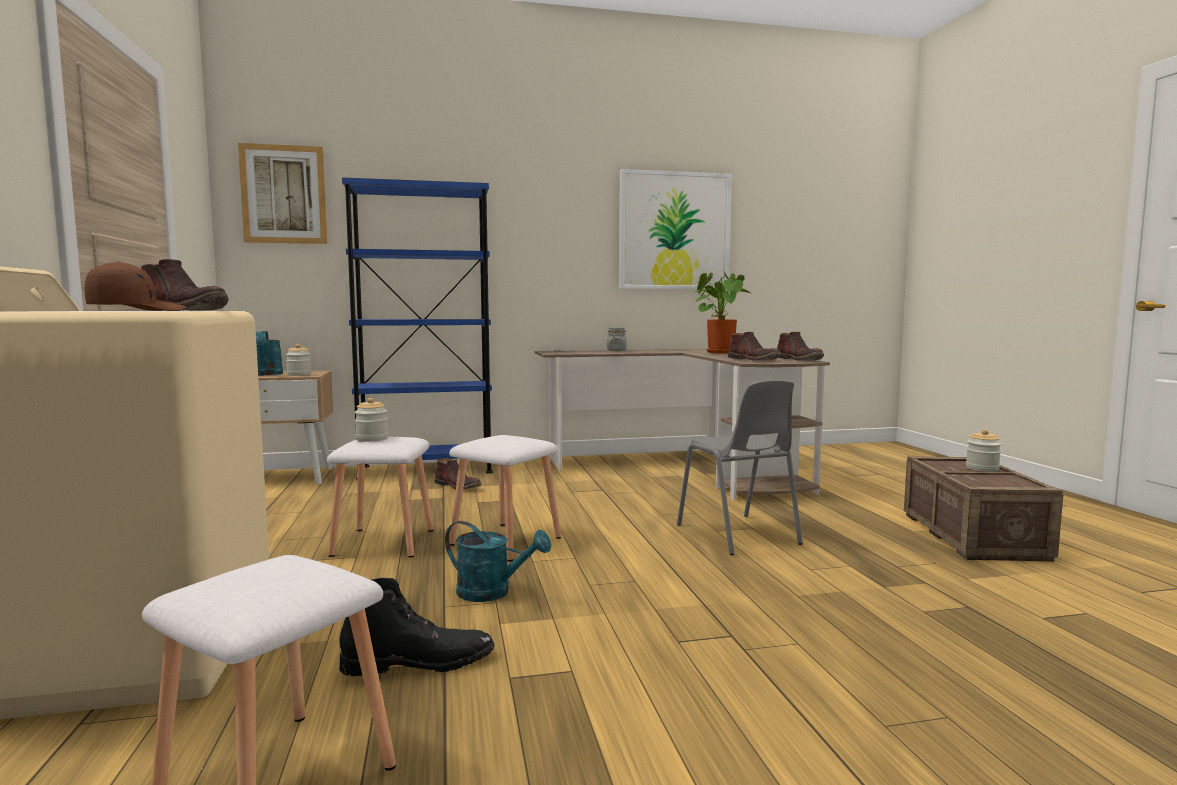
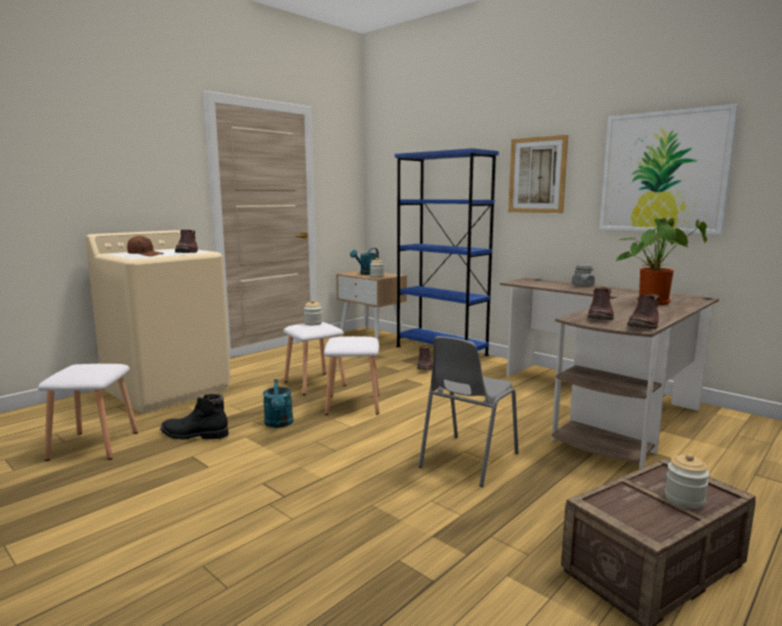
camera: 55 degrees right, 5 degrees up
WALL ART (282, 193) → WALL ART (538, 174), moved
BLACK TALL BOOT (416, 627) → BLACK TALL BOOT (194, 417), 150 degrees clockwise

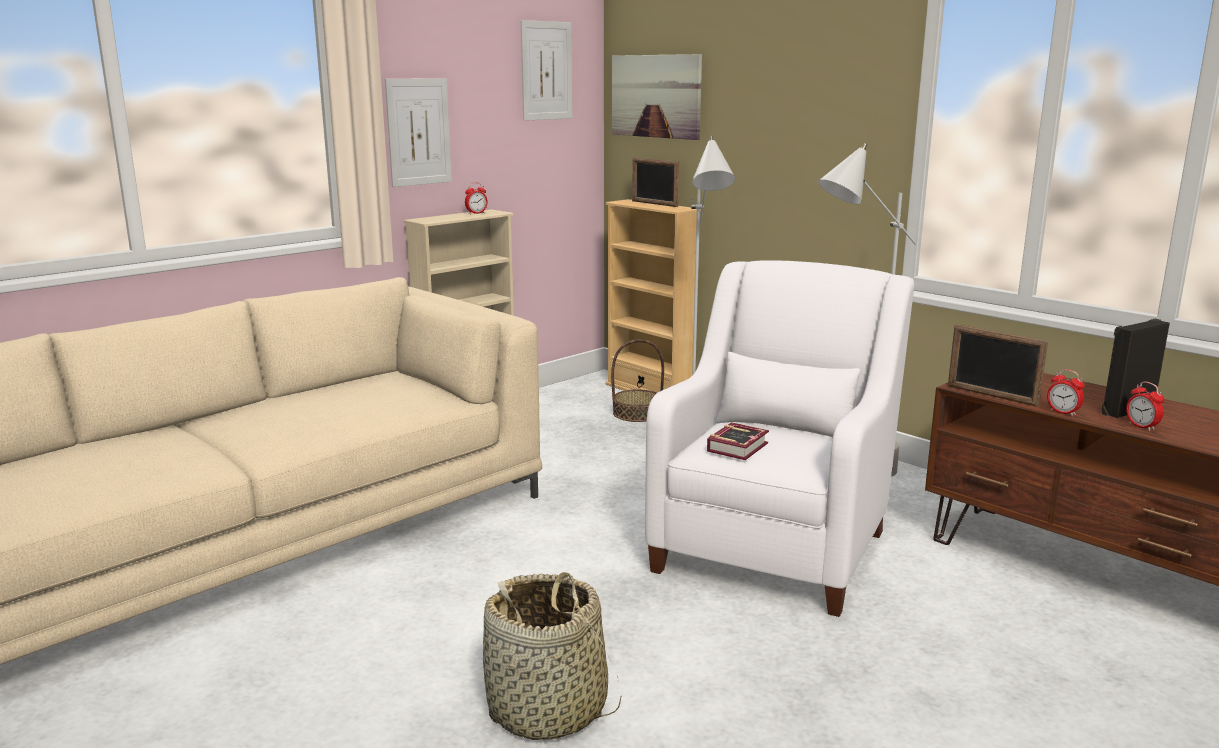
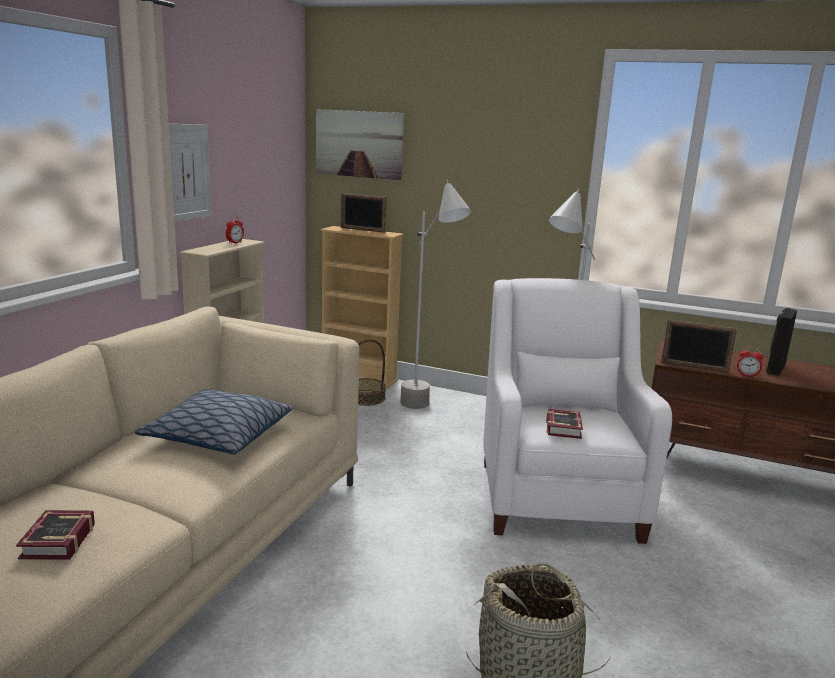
camera: 25 degrees left, 0 degrees up
WALL ART (546, 70) → -
BEDSIDE CLOCK (1145, 406) → -
- → PILLOW (214, 422)
- → VOLUME (55, 535)

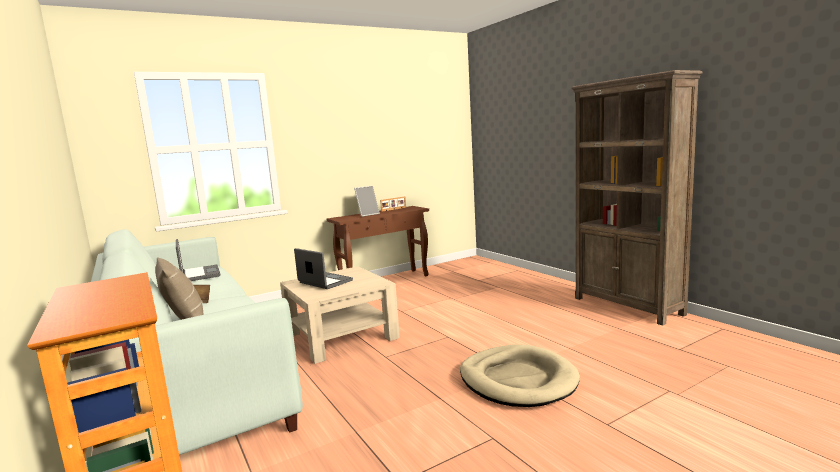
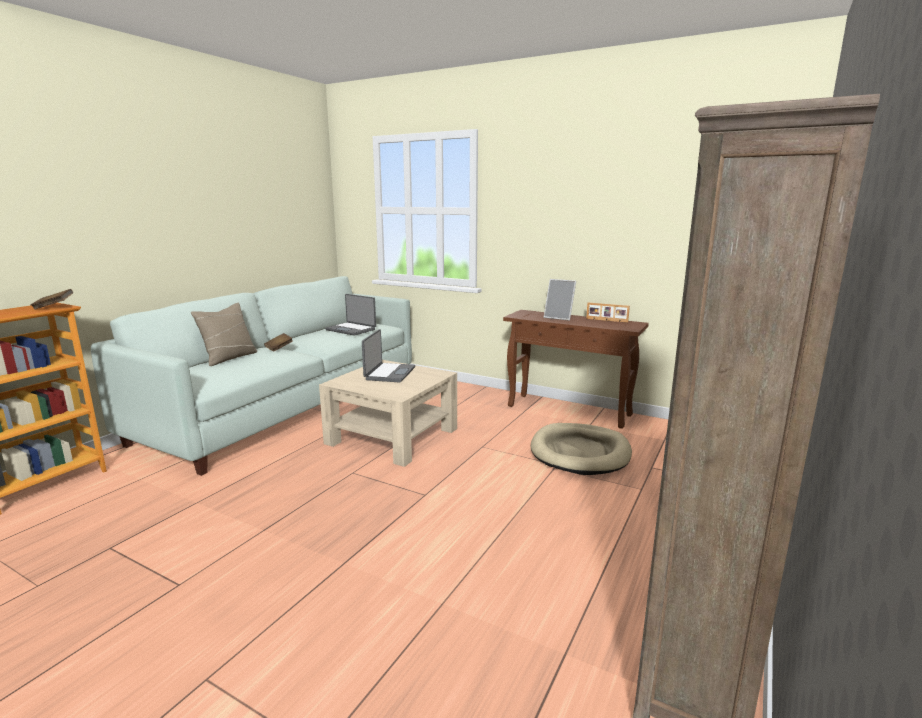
camera: 60 degrees right, 5 degrees up
NOTEBOOK COMPUTER (198, 260) → NOTEBOOK COMPUTER (350, 315), 90 degrees clockwise
SAND-COLOURED DOG CUSHION (520, 375) → SAND-COLOURED DOG CUSHION (581, 449), moved
- → BROWN VOLUME (52, 299)

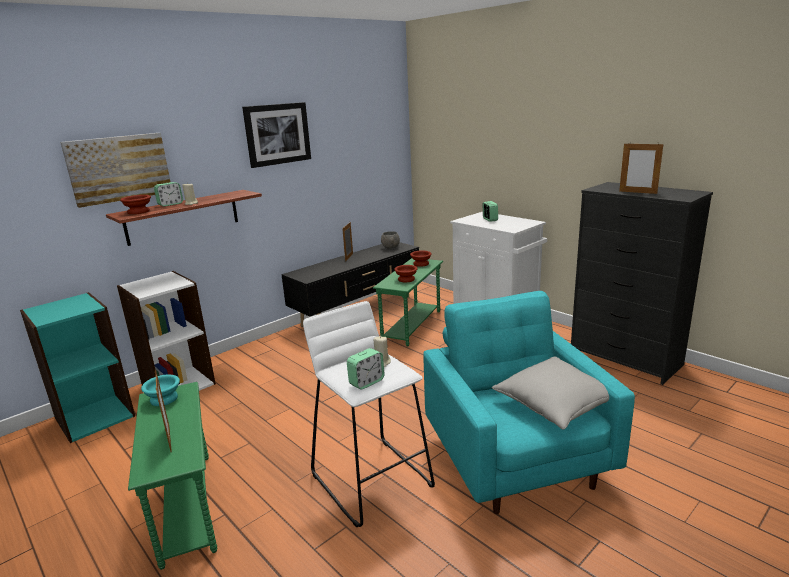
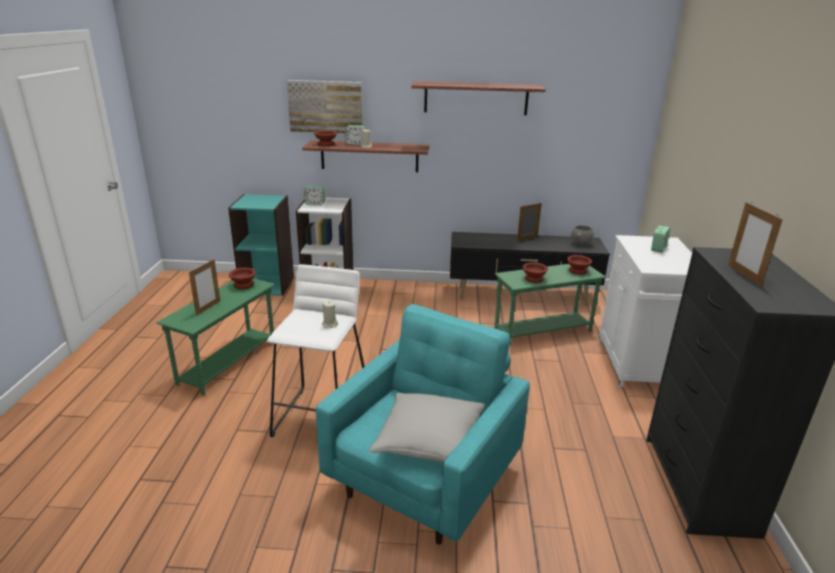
camera: 45 degrees right, 5 degrees up
WALL ART (276, 135) → WALL SHELF (478, 98)
BEDSIDE CLOCK (366, 369) → BEDSIDE CLOCK (314, 196), moved
TURQUOISE DEEP DISH (160, 390) → BROWN DEEP DISH (242, 278)

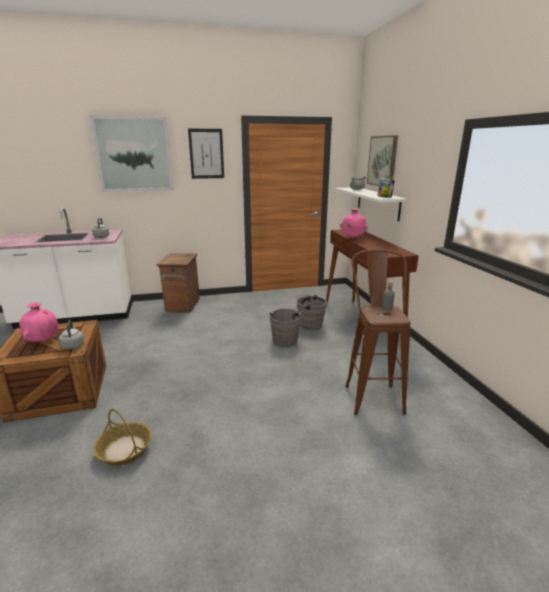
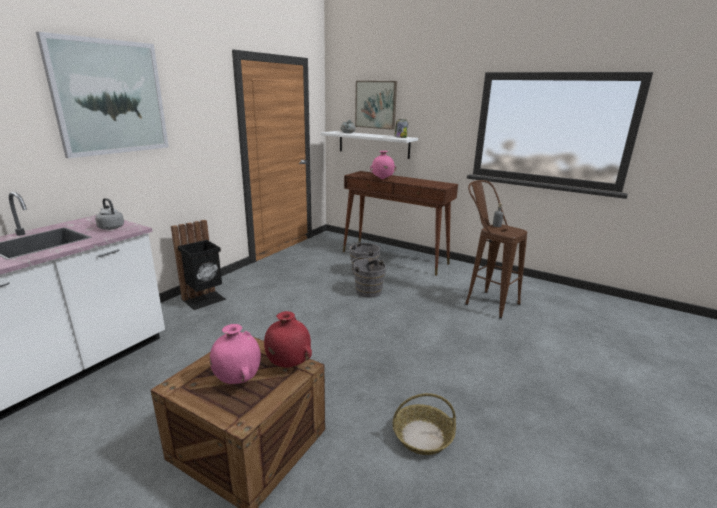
camera: 45 degrees left, 0 degrees up
WALL ART (206, 154) → -
CRATE (178, 283) → BLACK TRASH CAN (198, 265)
GREYISH TEA KETTLE (71, 335) → RED-COLOURED FLOWER VASE (288, 339)

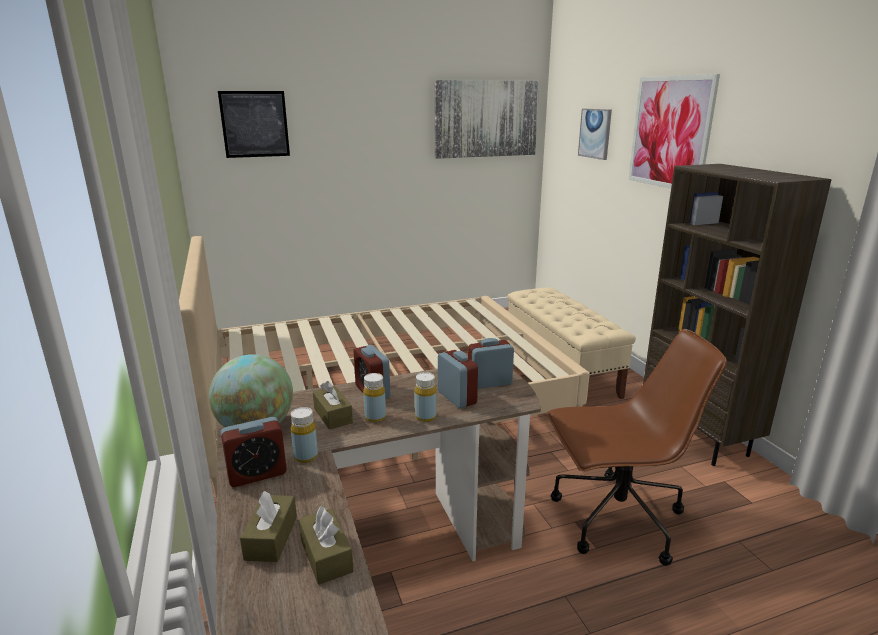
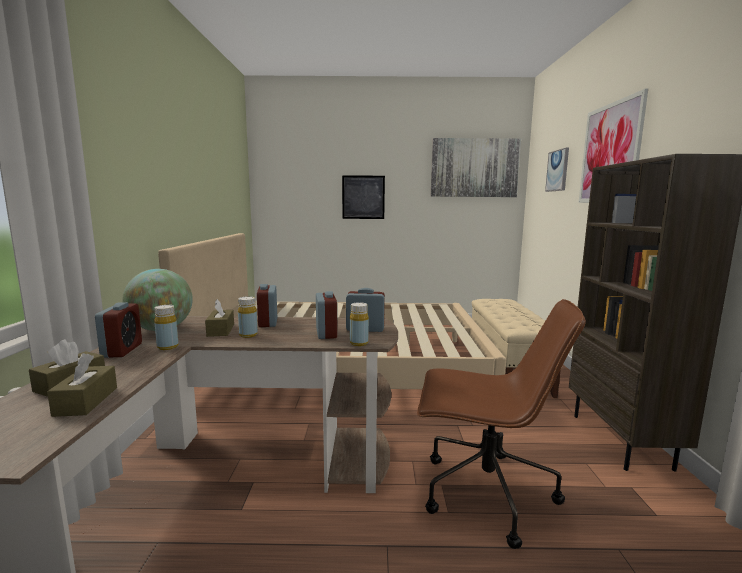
camera: 20 degrees right, 10 degrees down
WALL ART (254, 124) → WALL ART (363, 197), moved
YELLOWISH BEVERAGE BOTTLE (425, 397) → YELLOWISH BEVERAGE BOTTLE (359, 324), moved
BEDSIDE CLOCK (253, 452) → BEDSIDE CLOCK (118, 330), 90 degrees counterclockwise

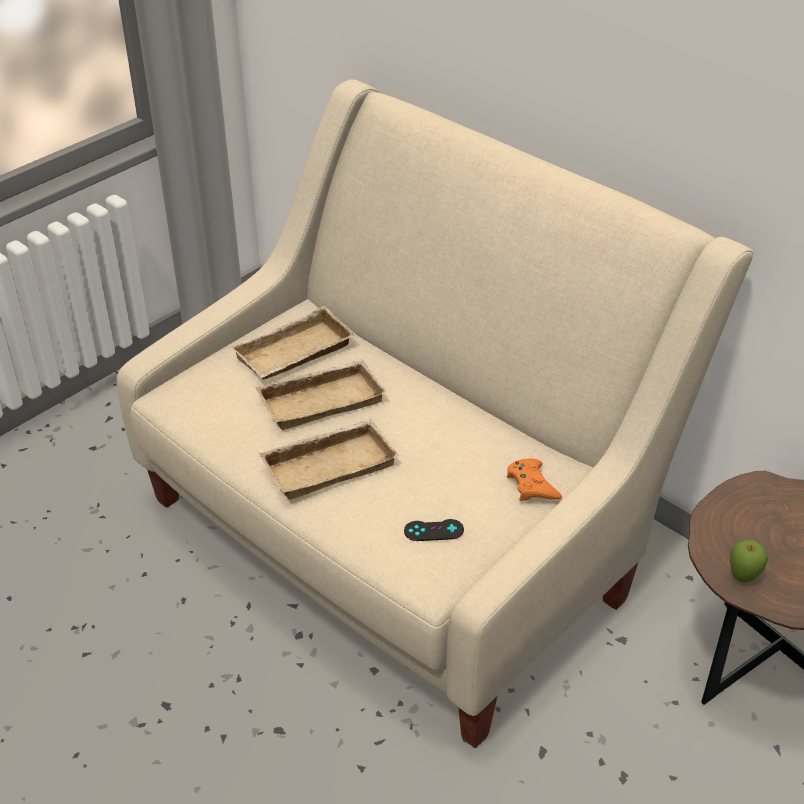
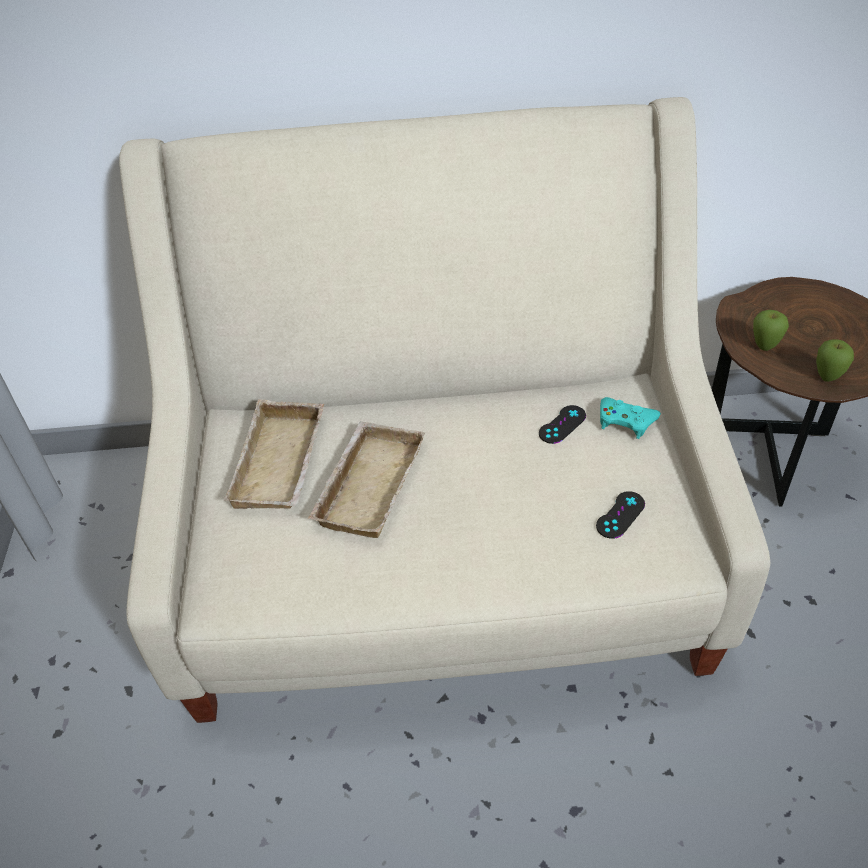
camera: 45 degrees left, 5 degrees up
SAND-COLOURED SERVING TRAY (329, 459) → -
ORANGEY GAMEPAD (534, 480) → TURQUOISE GAMEPAD (630, 418)
- → APPLE (771, 330)
- → BLACK GAMEPAD (562, 424)

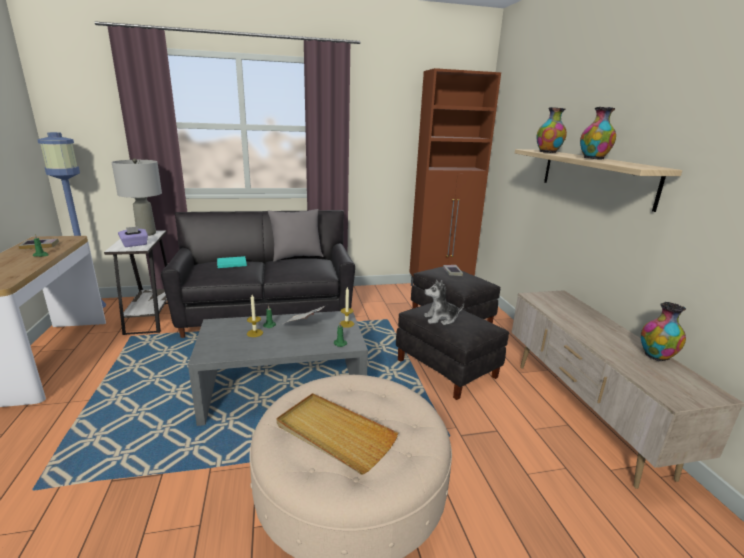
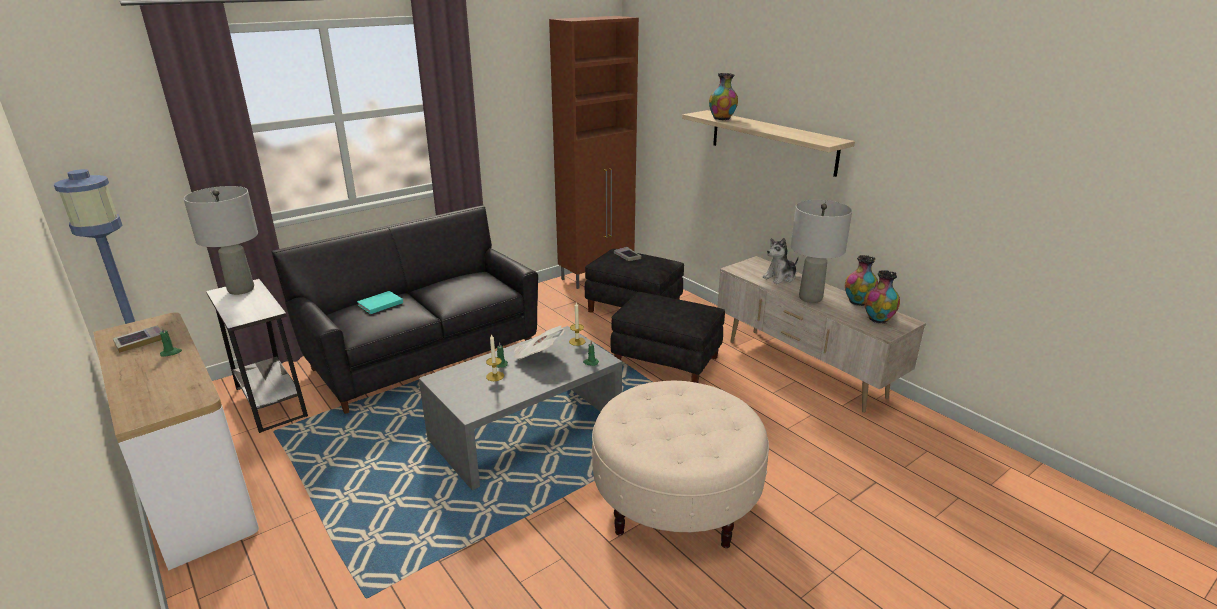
camera: 25 degrees left, 5 degrees up
FLOWER VASE (598, 133) → FLOWER VASE (882, 297), moved
GREYISH PILLOW (295, 235) → -
PURPLISH TISSUE BOX (133, 237) → -
SOFT TOY (444, 302) → SOFT TOY (781, 261), moved
SAND-COLOURED SERVING TRAY (337, 434) → -
- → GREYISH LAMP FOR A TABLE (821, 251)

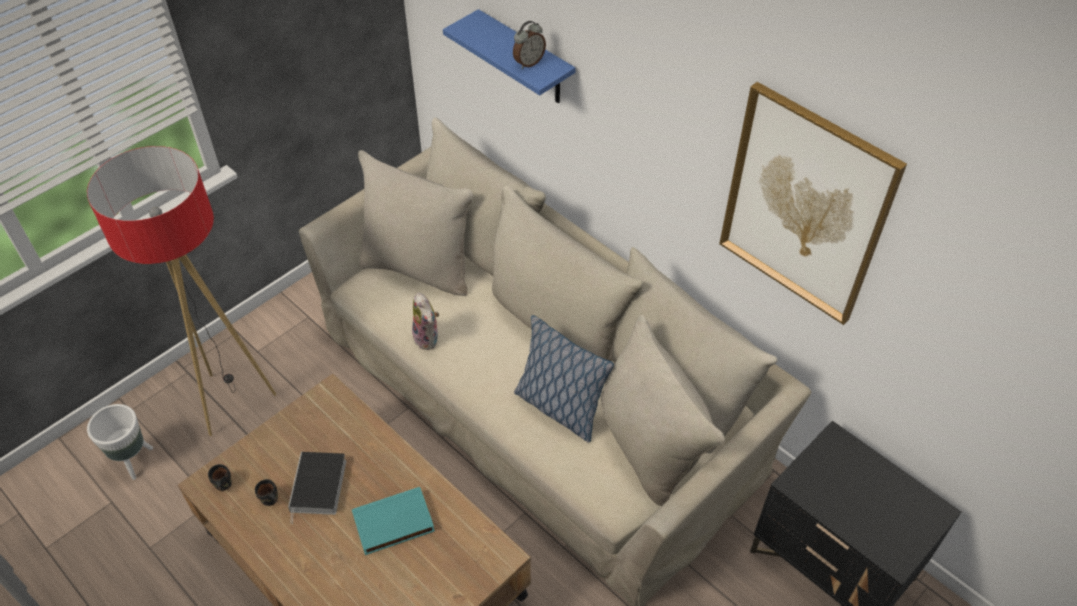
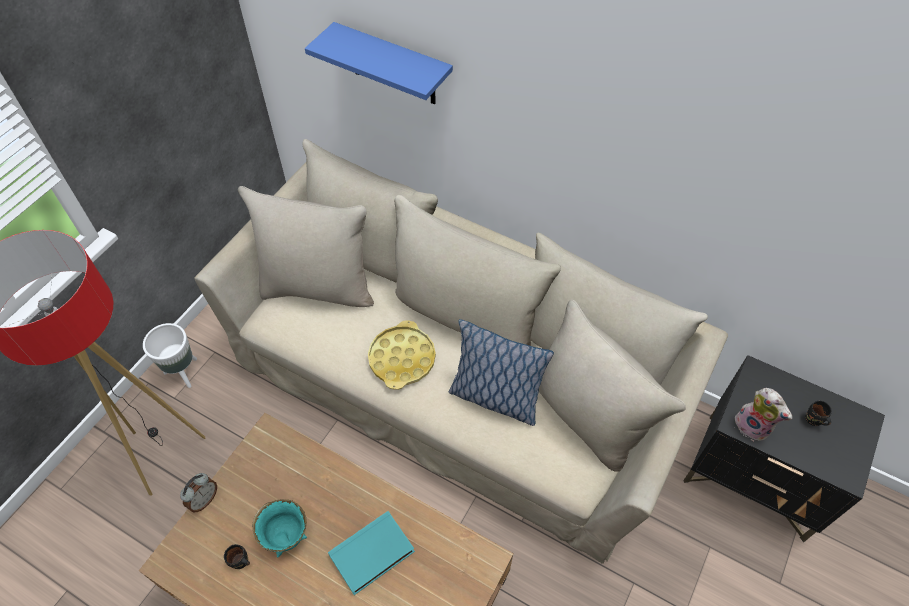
camera: 15 degrees left, 5 degrees up
BEDSIDE CLOCK (529, 45) → BEDSIDE CLOCK (198, 492), moved
WALL ART (813, 203) → -
SOFT TOY (425, 321) → SOFT TOY (761, 414), moved
WHITISH PLANT POT (120, 442) → WHITISH PLANT POT (170, 355), moved
VOLUME (317, 488) → TURQUOISE DEEP DISH (279, 528)
BLACK MUG (220, 477) → BLACK MUG (818, 413), moved
- → YELLOWISH SERVING TRAY (402, 355)

